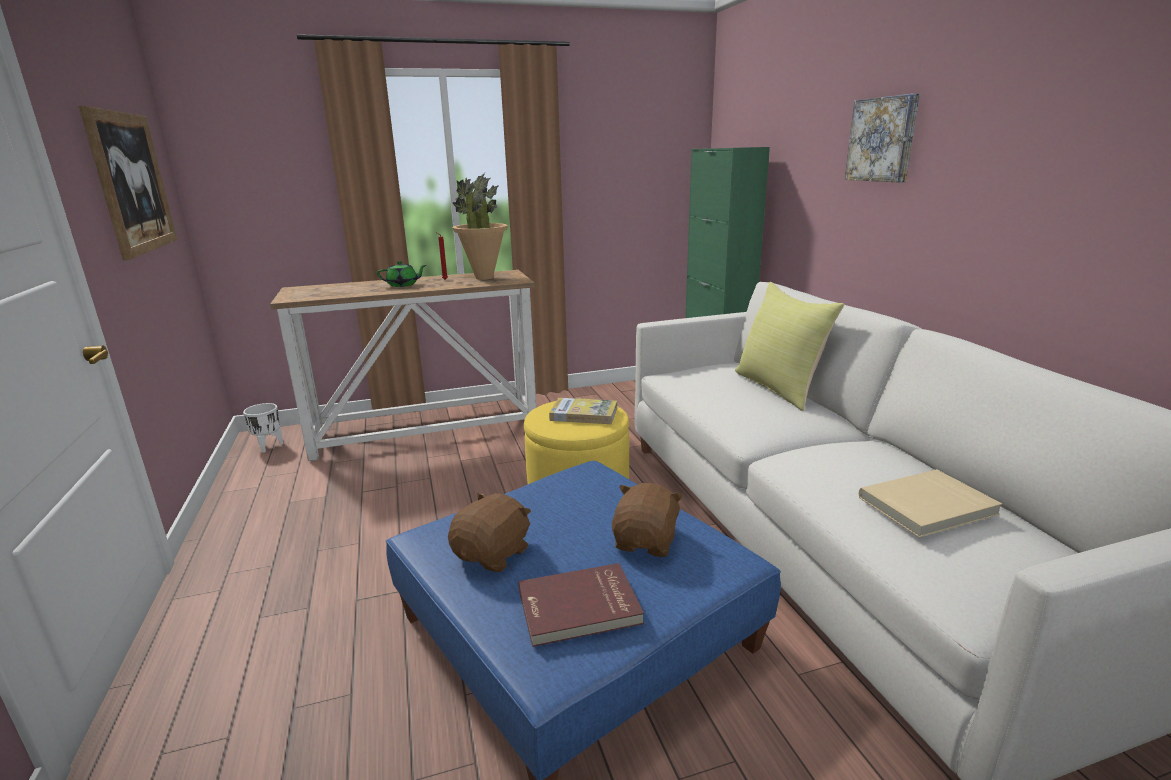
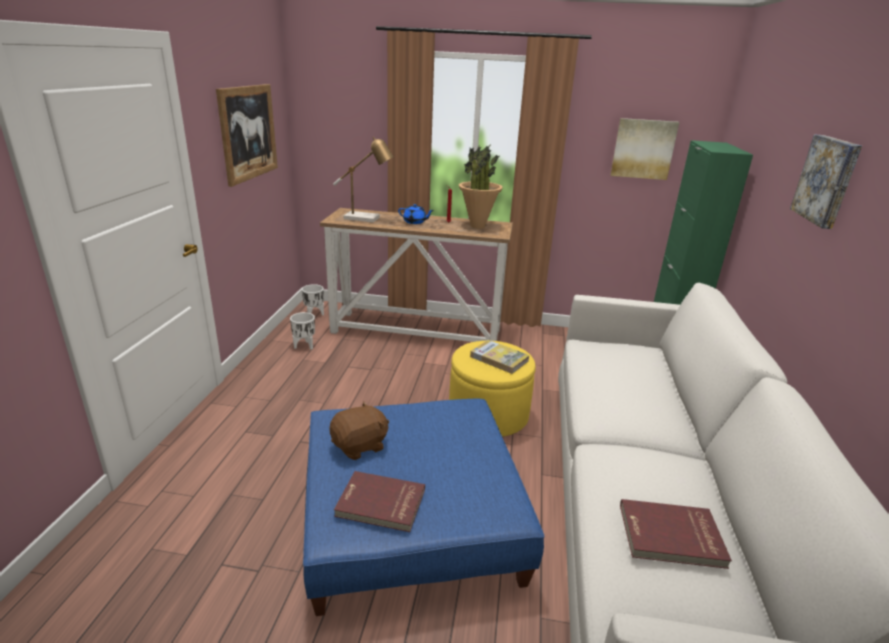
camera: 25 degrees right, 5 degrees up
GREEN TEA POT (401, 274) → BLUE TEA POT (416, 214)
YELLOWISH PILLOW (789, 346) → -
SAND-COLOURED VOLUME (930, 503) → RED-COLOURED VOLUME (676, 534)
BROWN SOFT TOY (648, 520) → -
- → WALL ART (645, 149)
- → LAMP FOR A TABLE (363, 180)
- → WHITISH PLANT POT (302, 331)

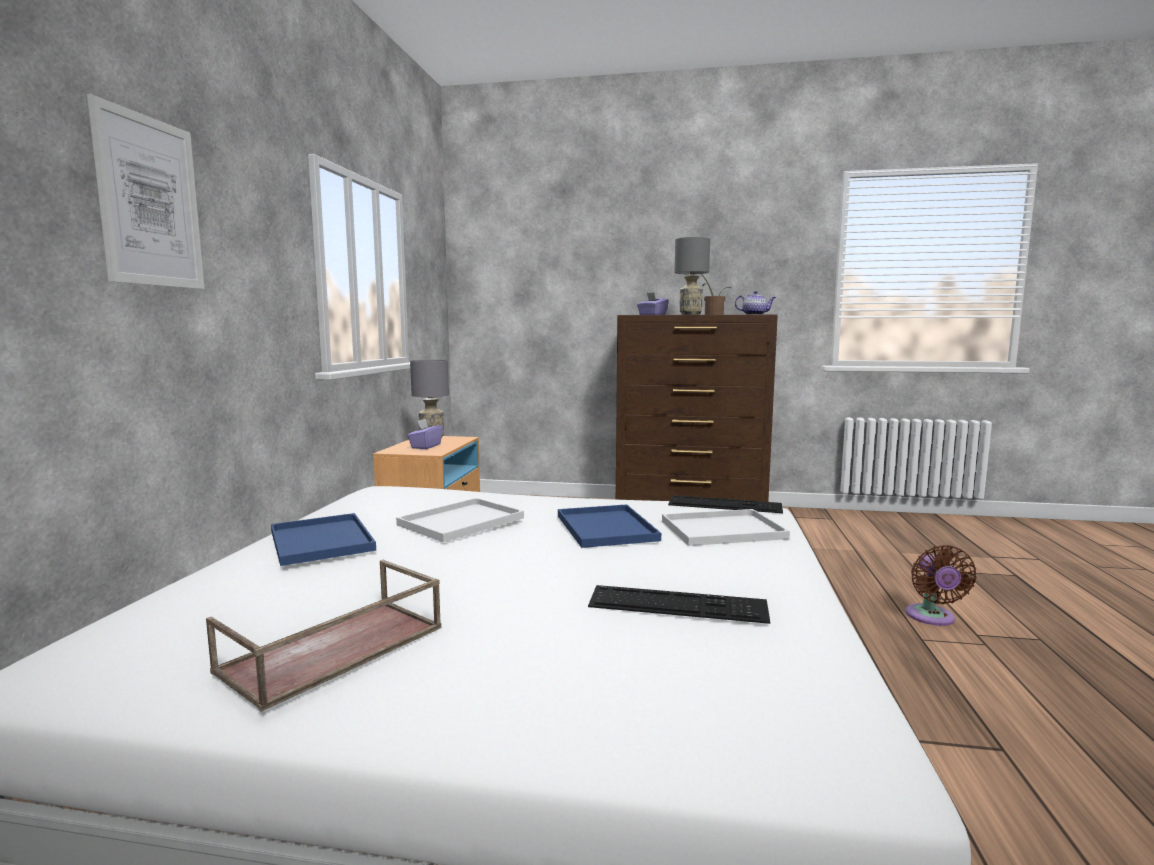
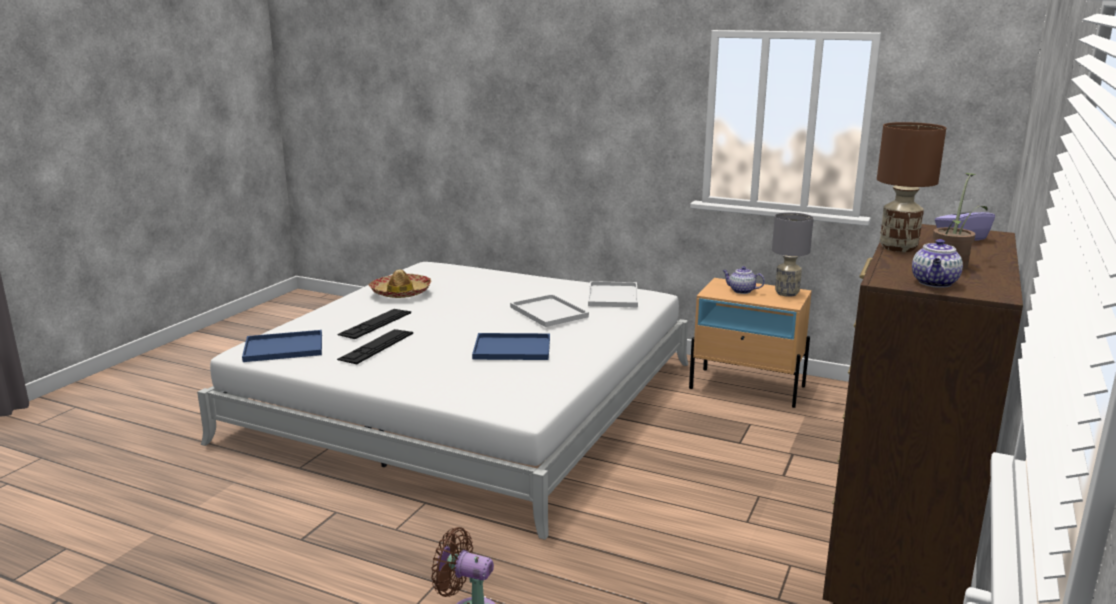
camera: 105 degrees right, 10 degrees up
WALL ART (146, 191) → -
GREYISH LAMP FOR A TABLE (692, 276) → BROWN LAMP FOR A TABLE (911, 187)
PURPLISH TISSUE BOX (425, 433) → TEA POT (743, 280)
KEYBOARD (725, 504) → KEYBOARD (374, 324), moved
WHITISH SERVING TRAY (726, 527) → WHITISH SERVING TRAY (613, 294), moved
BLUE SERVING TRAY (323, 539) → BLUE SERVING TRAY (282, 346), moved
BROWN SERVING TRAY (323, 636) → WEARABLE HAT (399, 284)

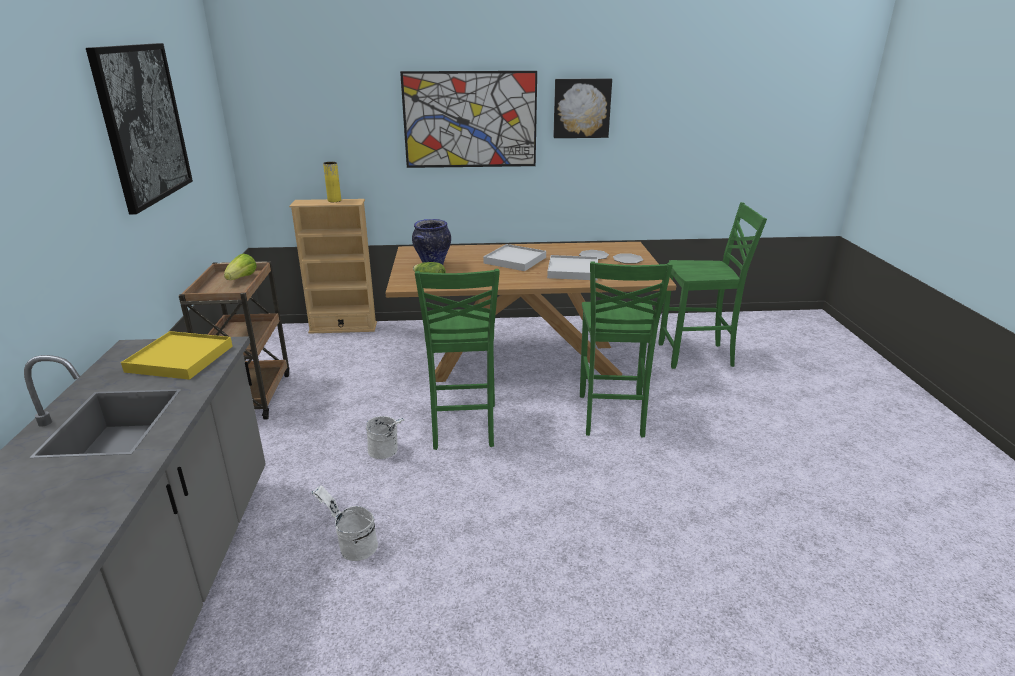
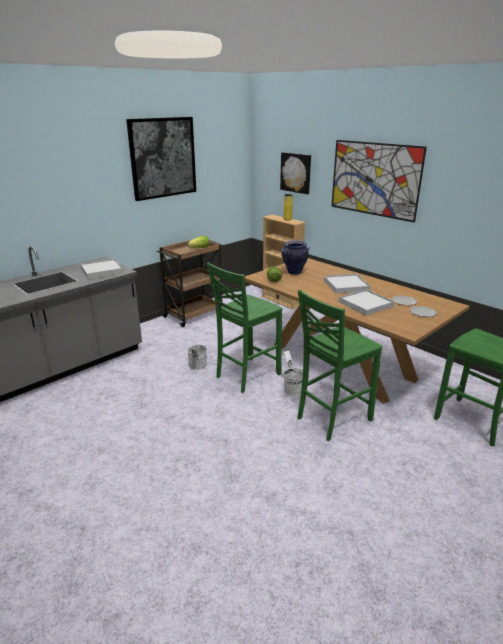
camera: 50 degrees right, 0 degrees up
WALL ART (582, 108) → WALL ART (295, 173), moved
YELLOWISH SERVING TRAY (177, 355) → WHITISH SERVING TRAY (102, 268)
WHITISH PAIL (344, 523) → WHITISH PAIL (293, 373), moved

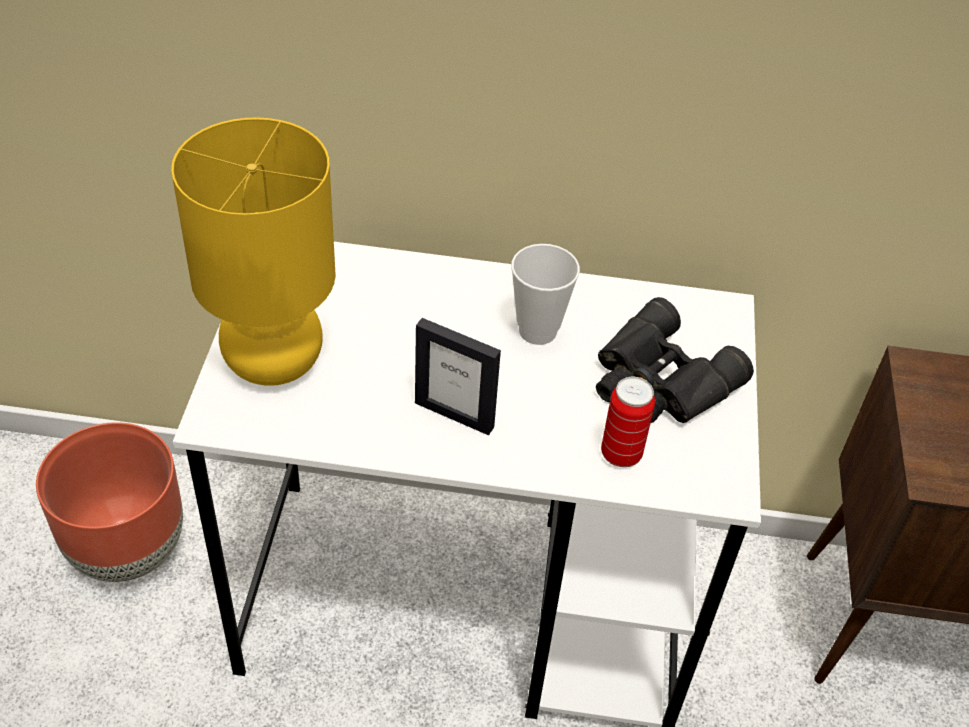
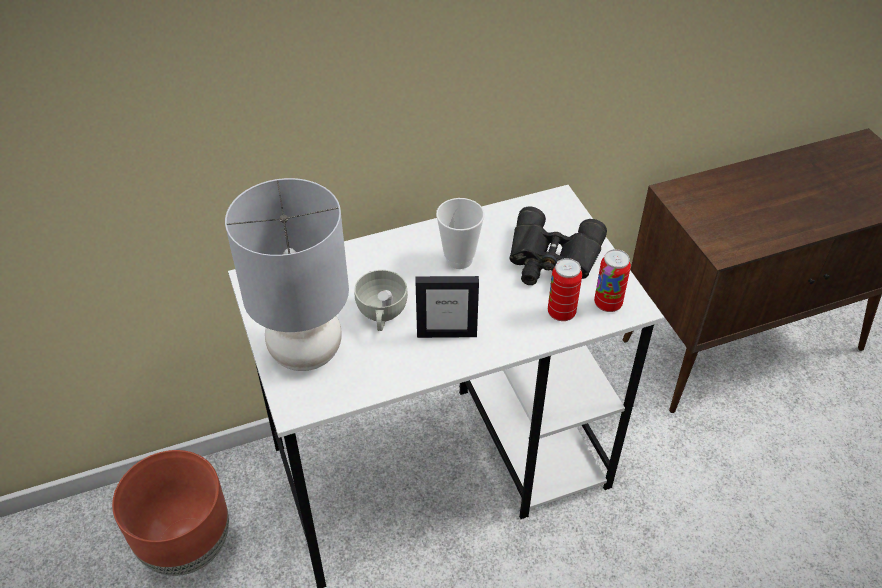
camera: 25 degrees left, 0 degrees up
YELLOWISH LAMP FOR A TABLE (253, 251) → GREYISH LAMP FOR A TABLE (287, 274)
- → CAN (612, 280)
- → WHITISH SMALL CUP (381, 300)

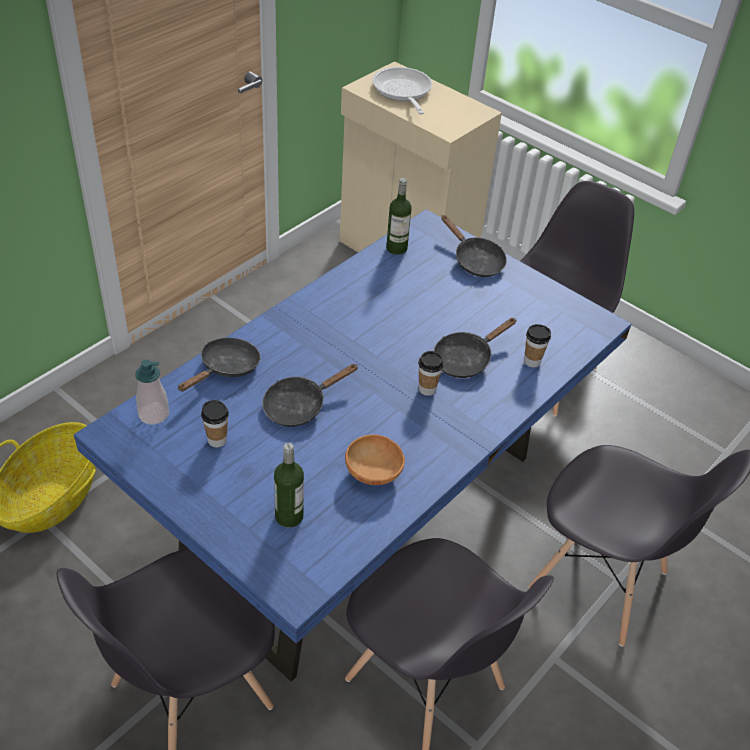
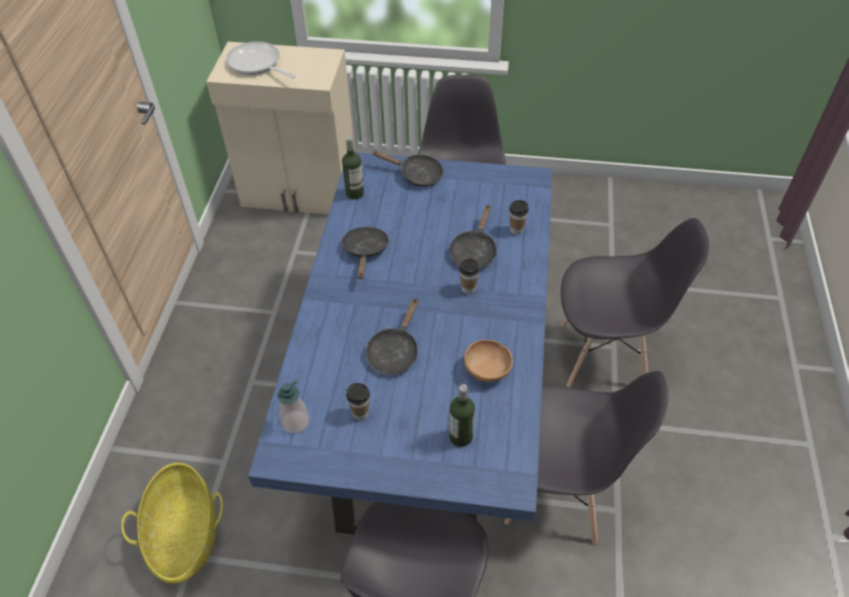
camera: 30 degrees left, 5 degrees up
BLACK FRYING PAN (219, 365) → BLACK FRYING PAN (365, 253), moved

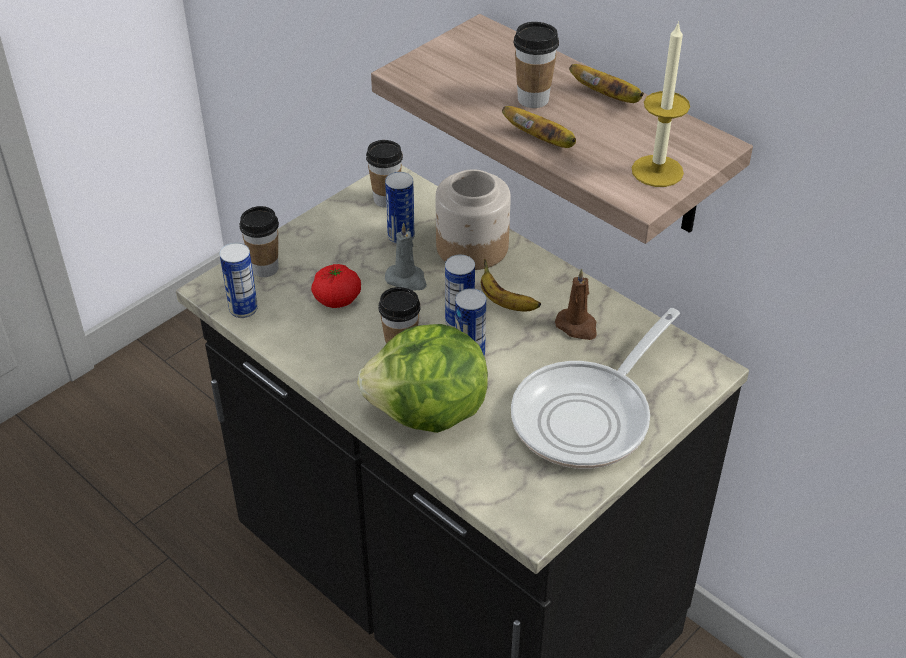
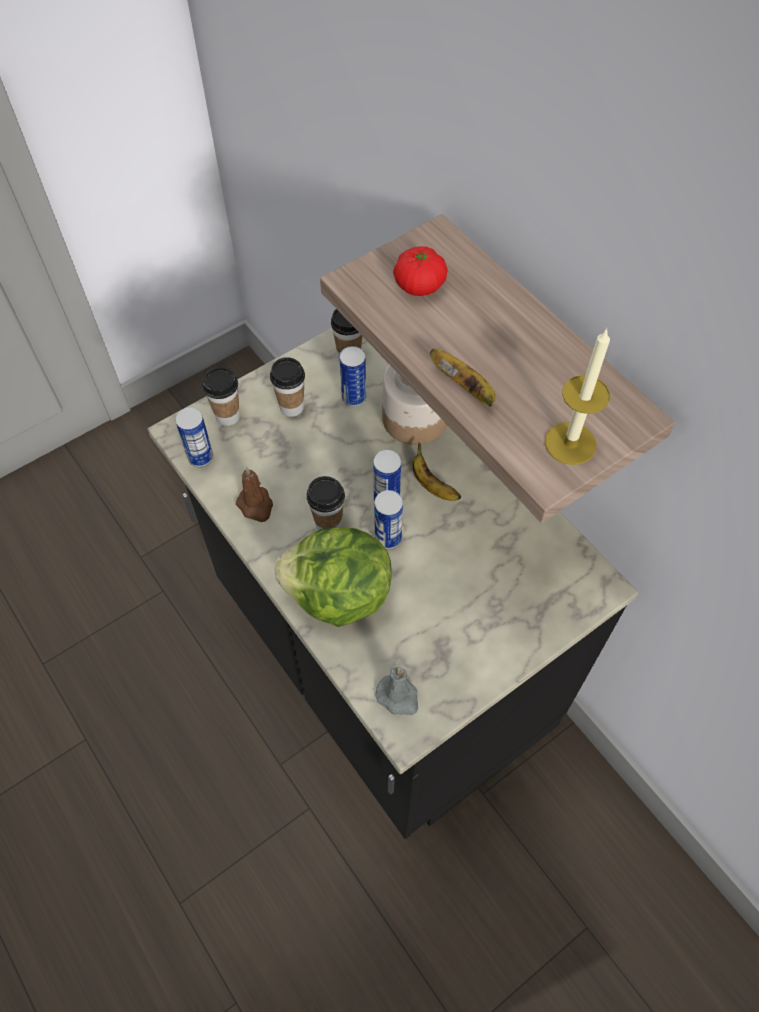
camera: 10 degrees right, 15 degrees up
SMALL CUP (536, 65) → SMALL CUP (287, 387), moved
BANANA (606, 83) → -
GREYISH WAX LIGHT (406, 256) → GREYISH WAX LIGHT (396, 691), moved
FRESH TOMATO (336, 286) → FRESH TOMATO (420, 271), moved
BROWN WAX LIGHT (576, 304) → BROWN WAX LIGHT (254, 494), moved
FRYING PAN (595, 388) → -

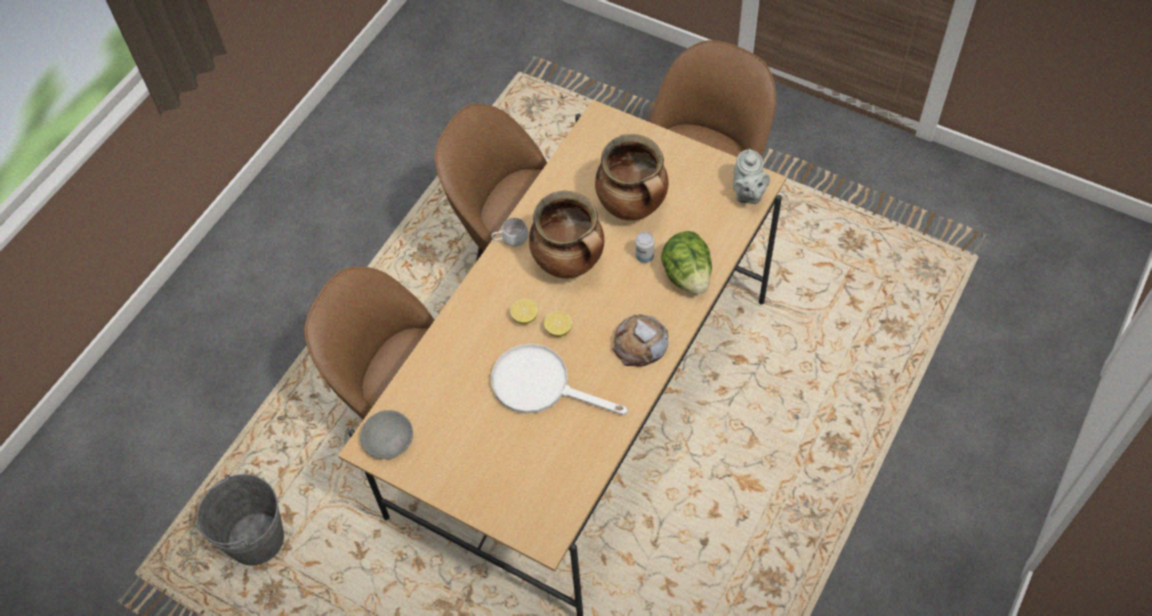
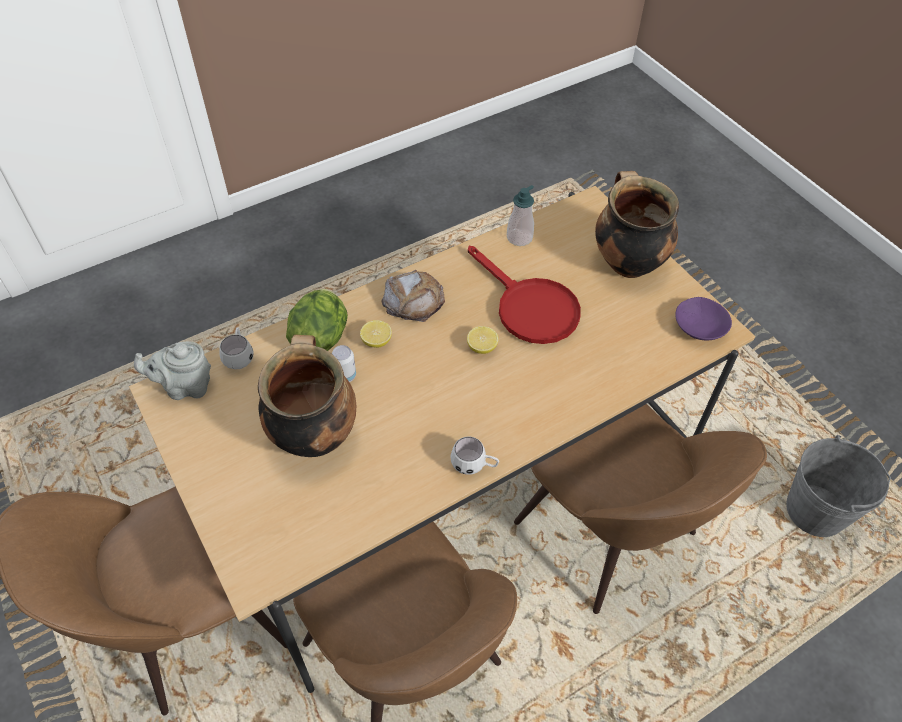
camera: 155 degrees left, 5 degrees down
GREYISH TEA POT (751, 176) → GREYISH TEA POT (172, 370), 120 degrees counterclockwise
SAUCEPOT (566, 235) → SAUCEPOT (637, 224), moved
CITRUS FRUIT (524, 311) → CITRUS FRUIT (376, 334), moved
WHITISH FRYING PAN (559, 379) → RED-COLOURED FRYING PAN (524, 295)
GREYISH DEEP DISH (386, 434) → PURPLISH DEEP DISH (703, 318)
- → LIQUID SOAP BOTTLE (520, 215)
- → WHITISH MUG (236, 348)

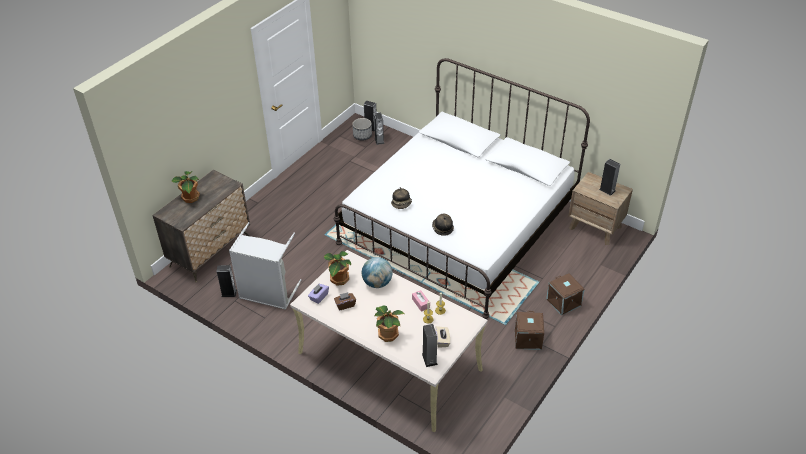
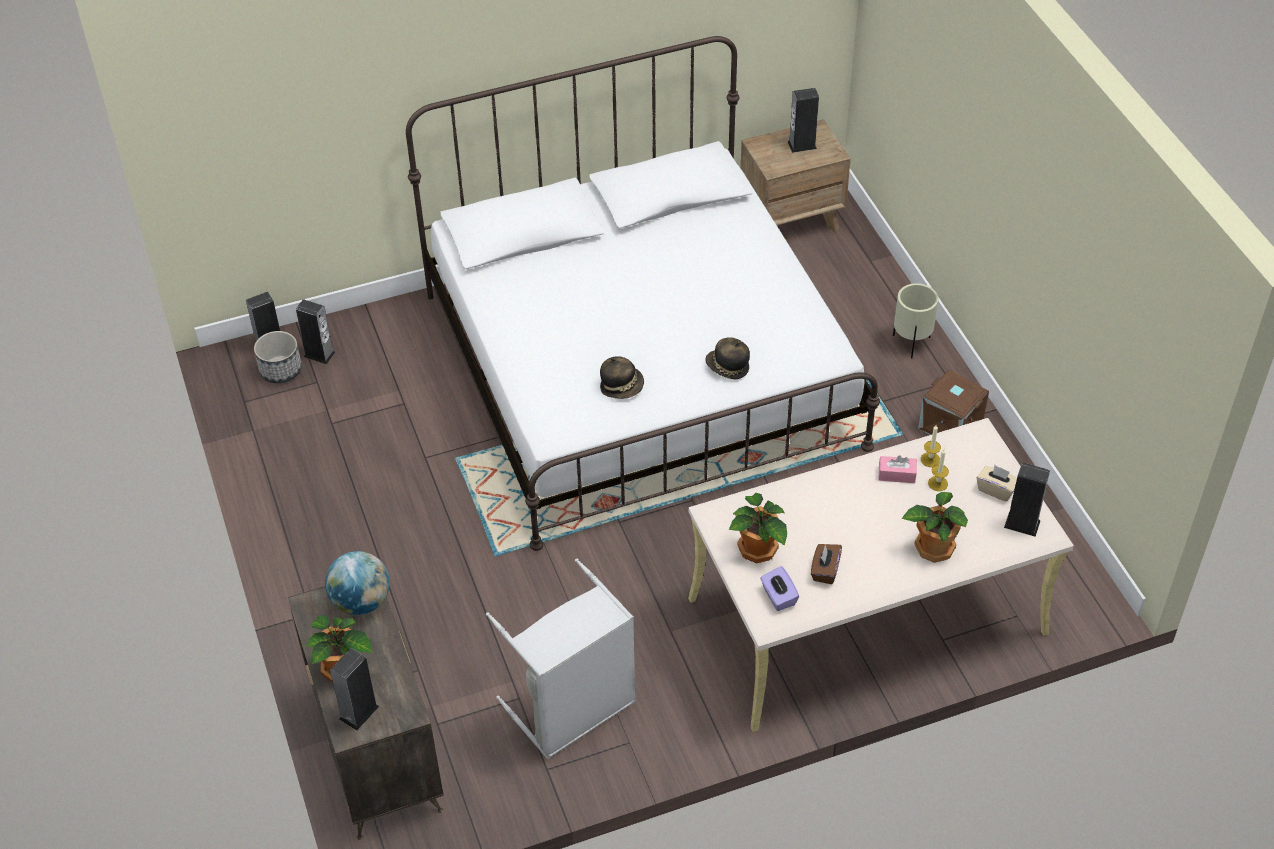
camera: 55 degrees left, 5 degrees up
GLOBE (377, 272) → GLOBE (357, 583), moved
LOUDSPEAKER (227, 281) → LOUDSPEAKER (354, 689), moved
BROWN STORAGE BIN (565, 294) → SAND-COLOURED PLANT POT (915, 320)

